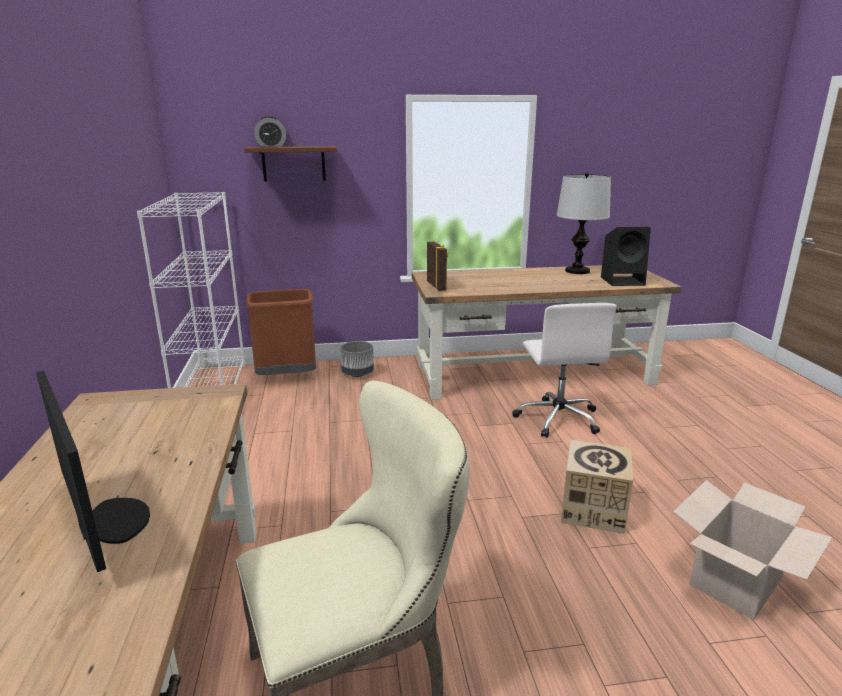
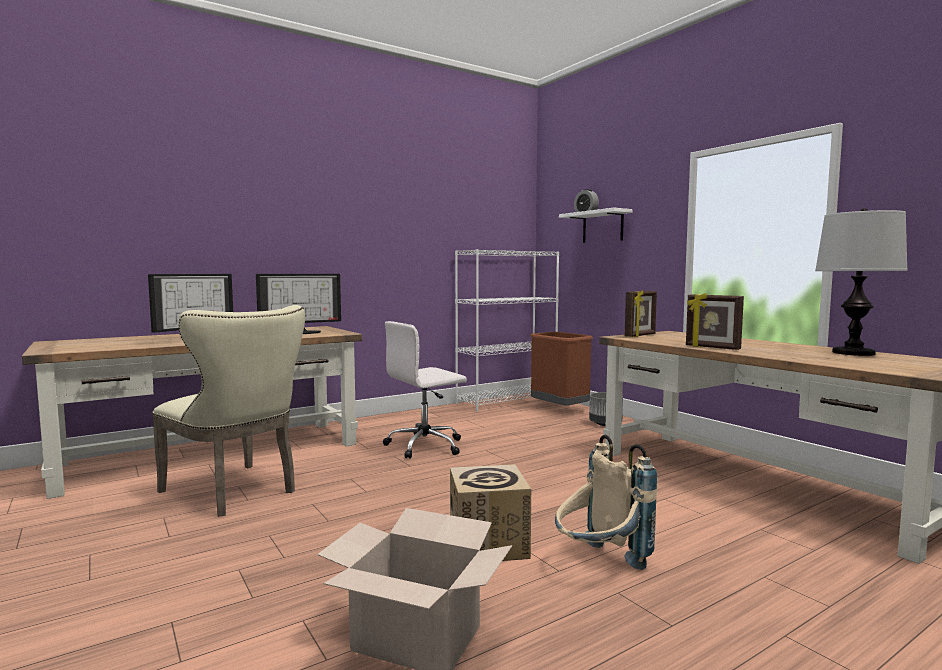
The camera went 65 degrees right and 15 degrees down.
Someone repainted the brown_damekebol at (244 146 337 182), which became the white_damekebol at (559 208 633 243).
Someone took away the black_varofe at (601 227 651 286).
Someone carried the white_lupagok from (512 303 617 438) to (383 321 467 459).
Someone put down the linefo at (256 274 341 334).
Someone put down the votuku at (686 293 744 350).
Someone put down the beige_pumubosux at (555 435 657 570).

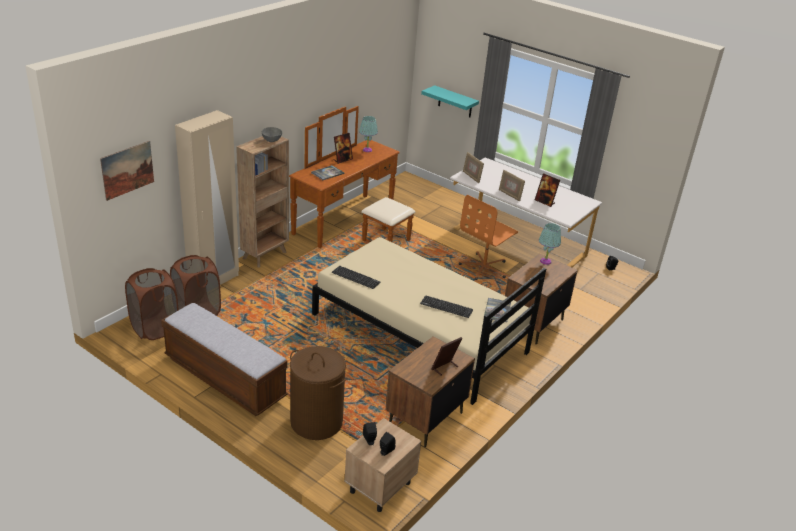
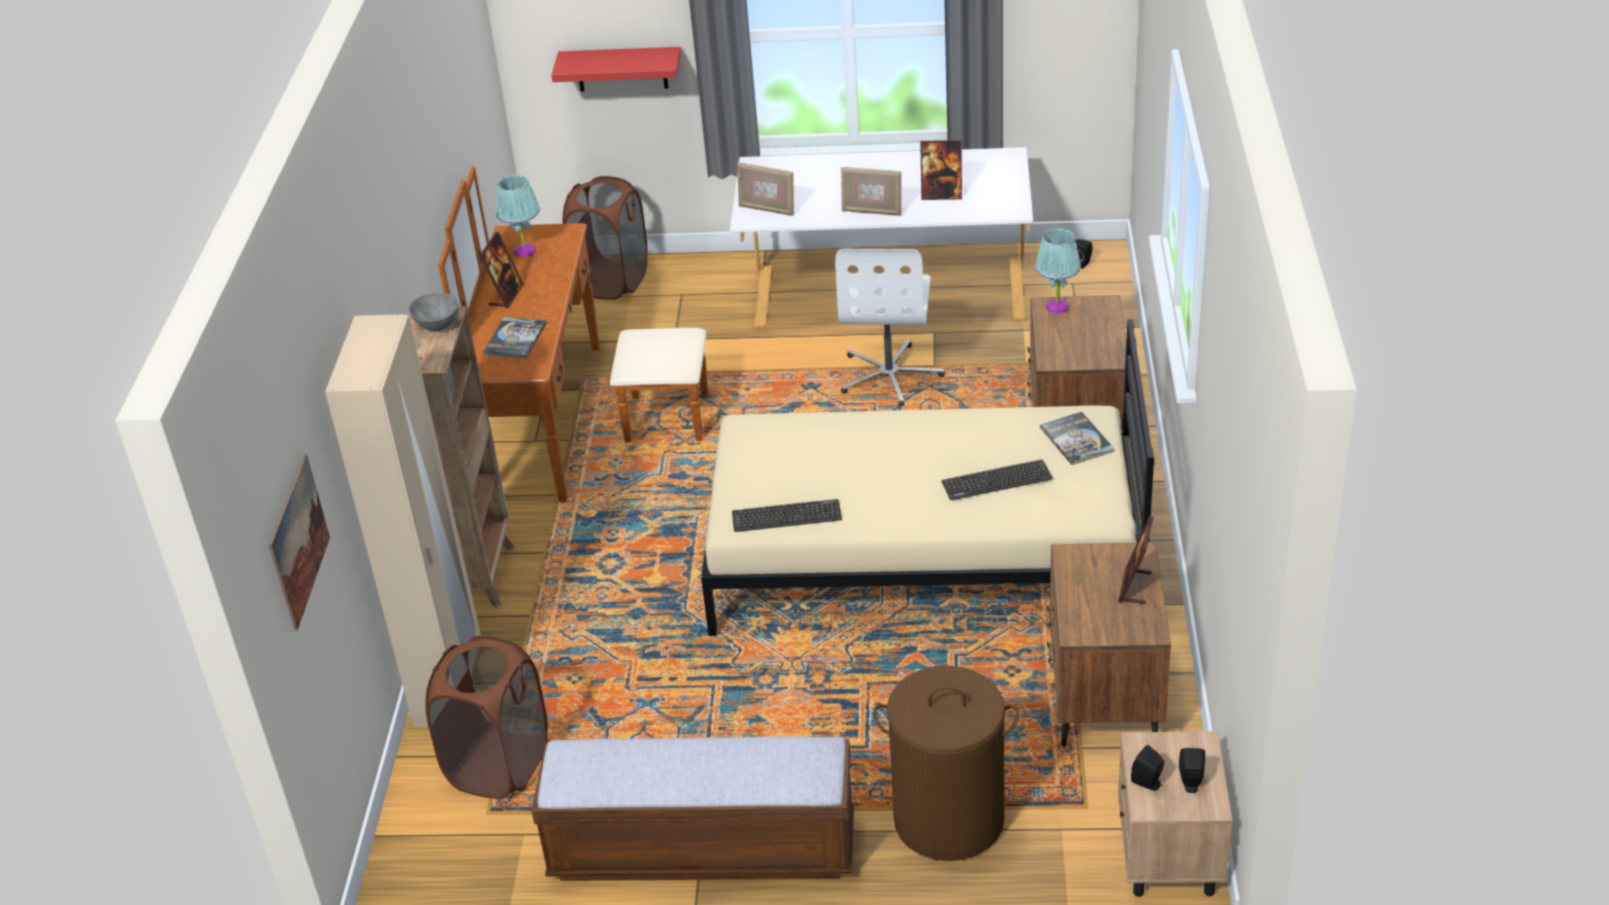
The camera went 30 degrees left and 5 degrees up.
Someone repainted the turquoise_damekebol at (421 85 479 117), which became the red_damekebol at (551 47 681 92).
Someone repainted the orange_lupagok at (459 195 518 280), which became the white_lupagok at (835 249 945 406).
Someone carried the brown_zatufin from (125 268 179 340) to (562 176 648 300).

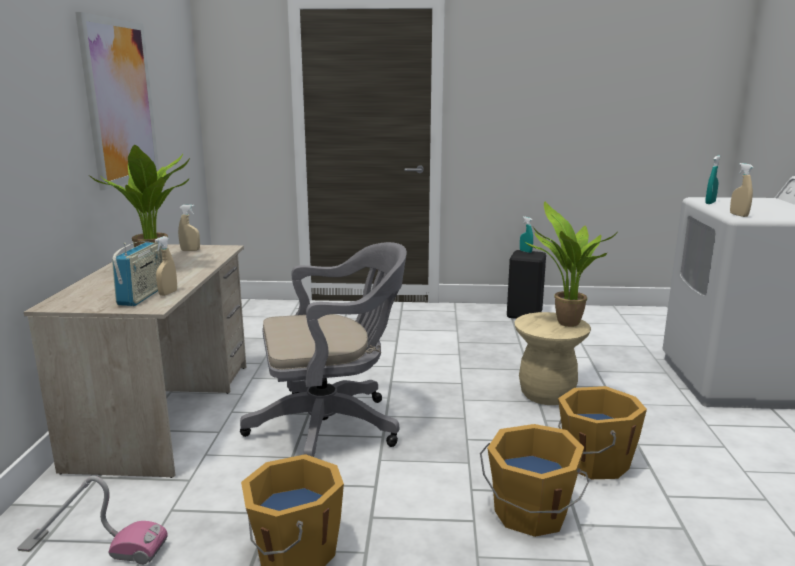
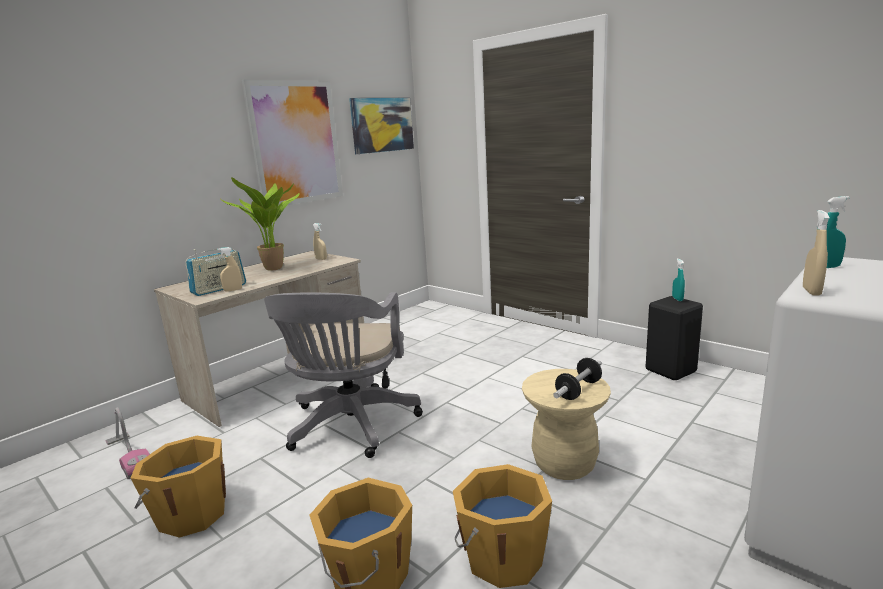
The camera went 40 degrees right and 0 degrees up.
Someone swapped the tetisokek at (523 202 618 327) for the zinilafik at (553 358 602 400).
Someone rotated the grey_lupagok at (240 242 407 457) by 75 degrees clockwise.
Someone put up the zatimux at (349 98 414 154).

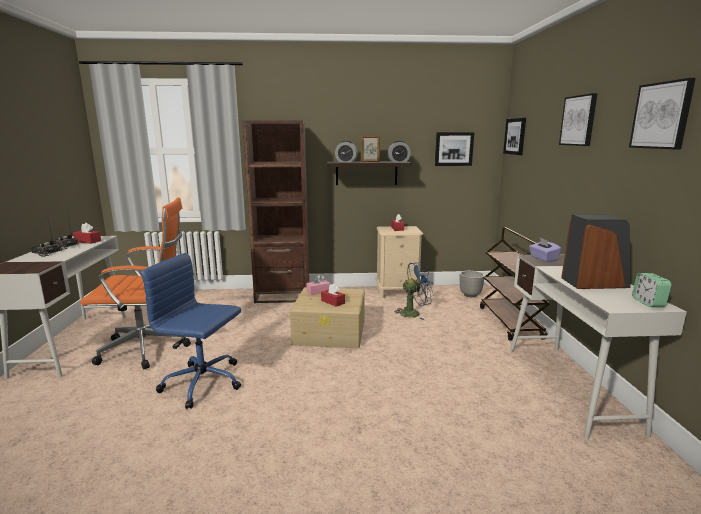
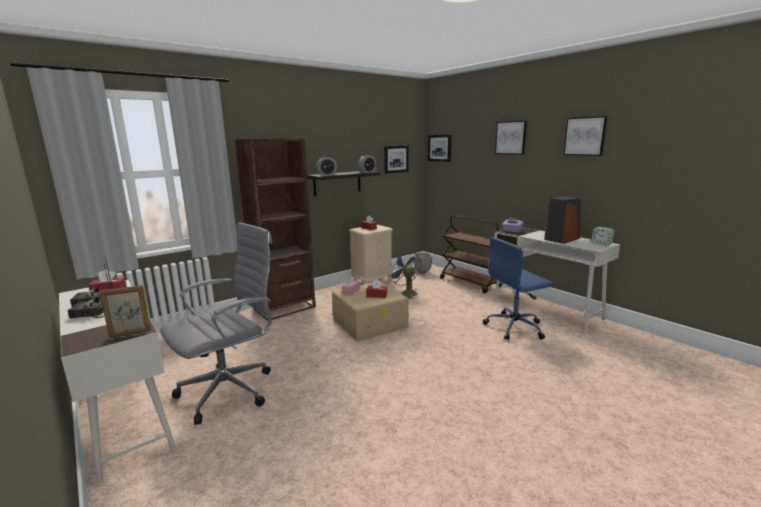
The camera went 35 degrees left and 0 degrees up.
Someone carried the votuku from (361 135 380 162) to (99 285 151 338).
Someone repainted the orange_lupagok at (80 197 191 369), which became the grey_lupagok at (160 222 273 425).
Someone carried the blue_lupagok from (141 253 241 409) to (483 237 554 340).
Someone rotated the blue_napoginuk at (393 262 434 320) by 75 degrees counterclockwise.

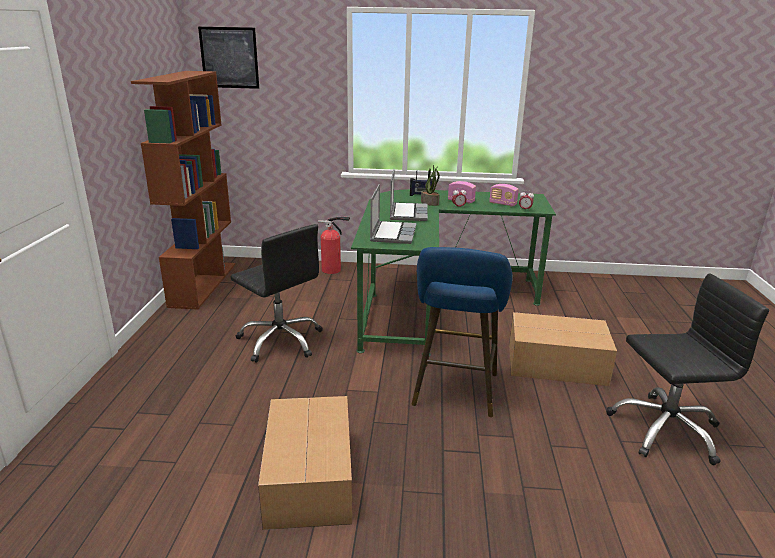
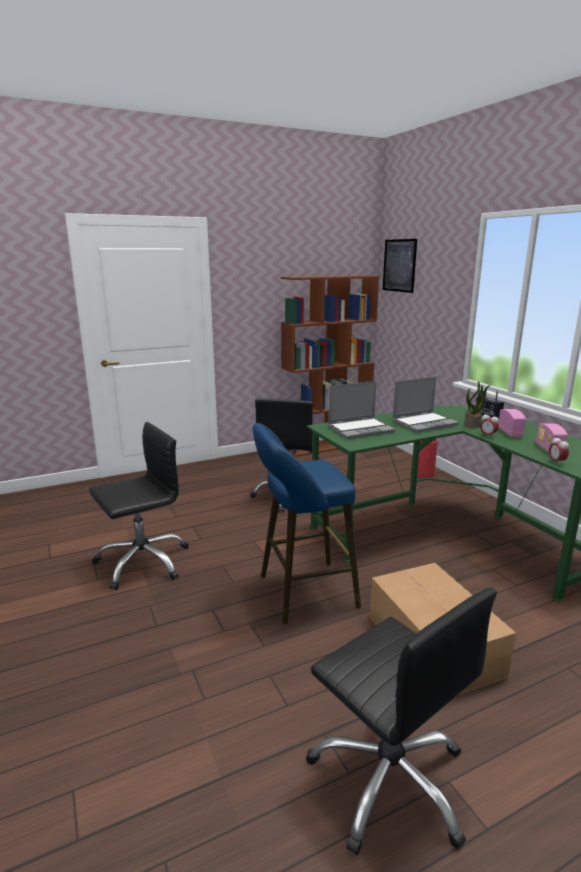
The camera went 60 degrees right and 5 degrees down.
Someone swapped the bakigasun at (258 396 352 530) for the black_lupagok at (89 422 189 590).

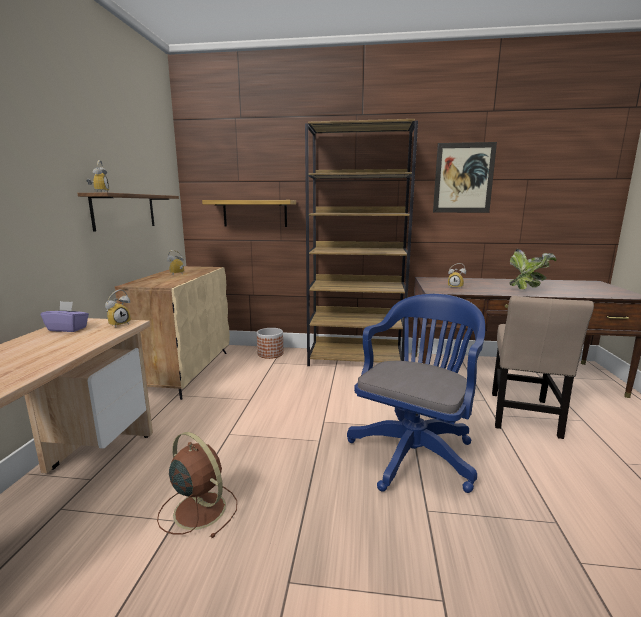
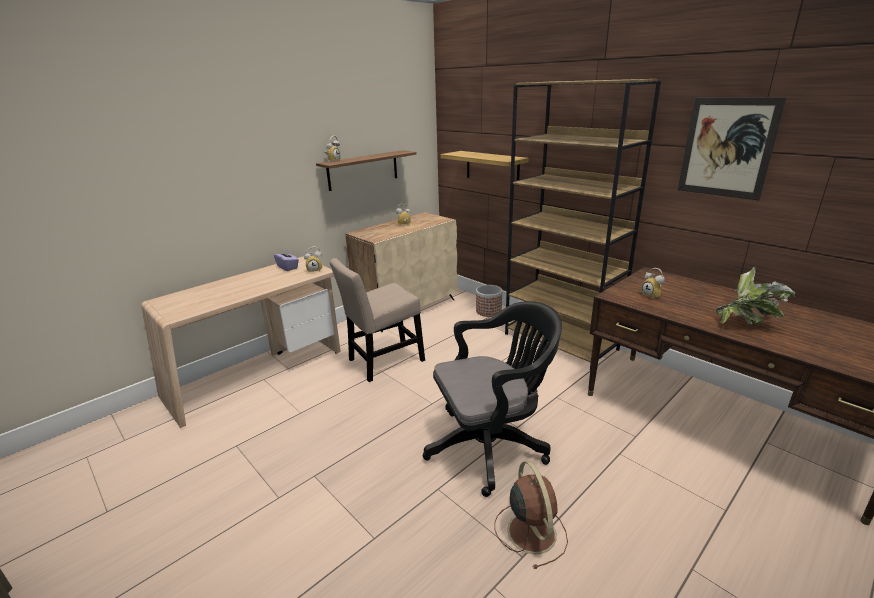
The camera went 40 degrees right and 10 degrees up.
Someone repainted the blue_lupagok at (347 294 485 493), which became the black_lupagok at (423 301 562 497).
Someone carried the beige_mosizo from (492 296 594 439) to (330 258 425 382).
Someone carried the brown_napoginuk from (157 432 237 538) to (494 461 568 569).

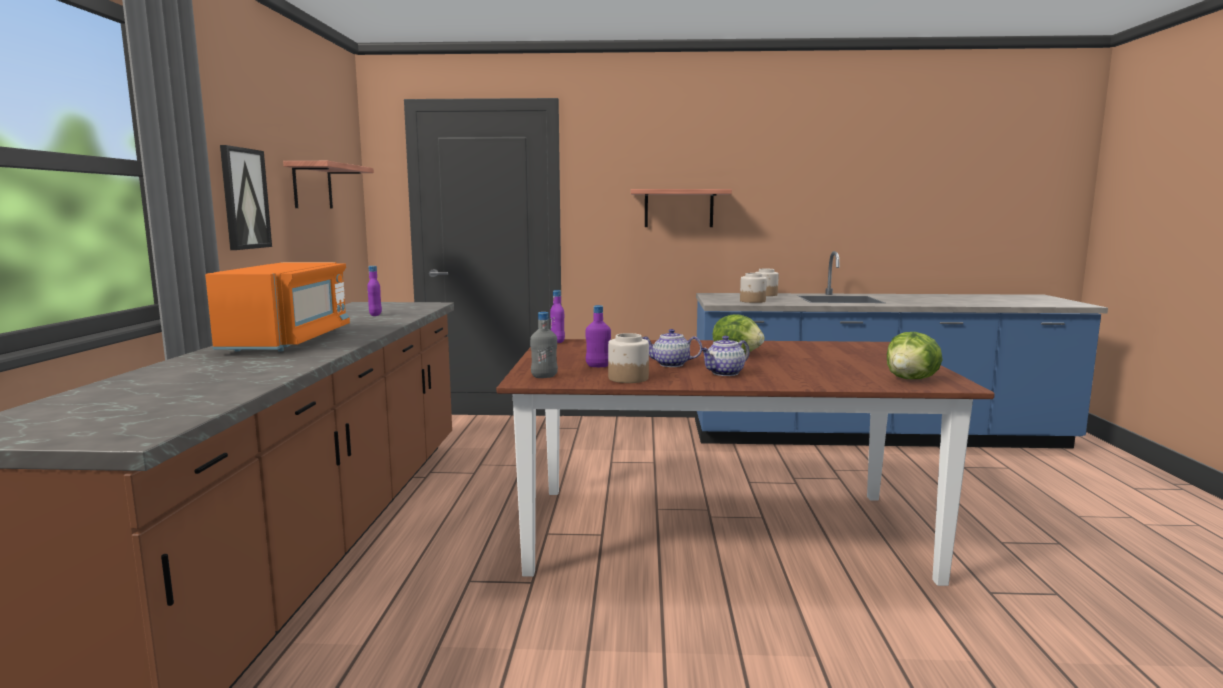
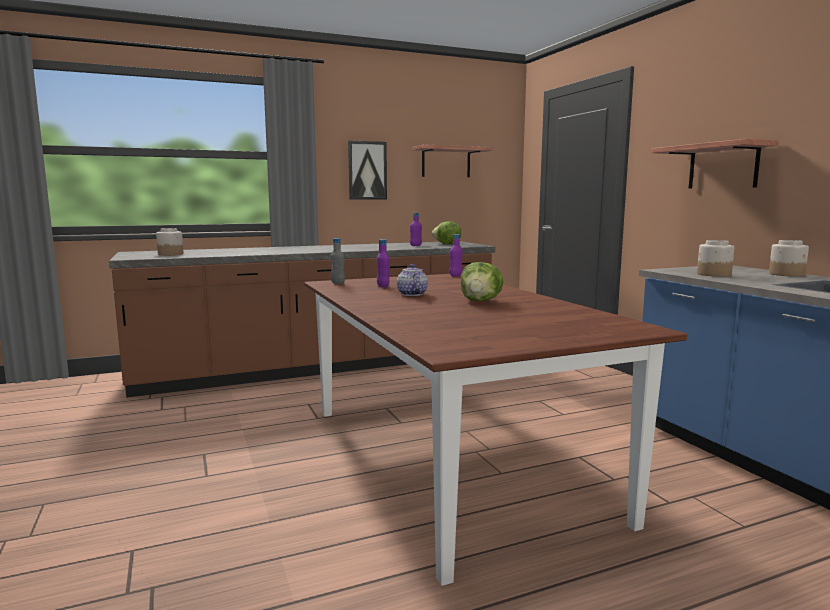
The camera went 65 degrees right and 0 degrees up.
Someone took away the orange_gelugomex at (205 262 350 352).
Someone carried the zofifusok from (887 332 943 379) to (432 221 461 244).
Someone carried the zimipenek from (608 333 649 383) to (156 228 184 256).
Someone took away the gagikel at (701 336 750 376).

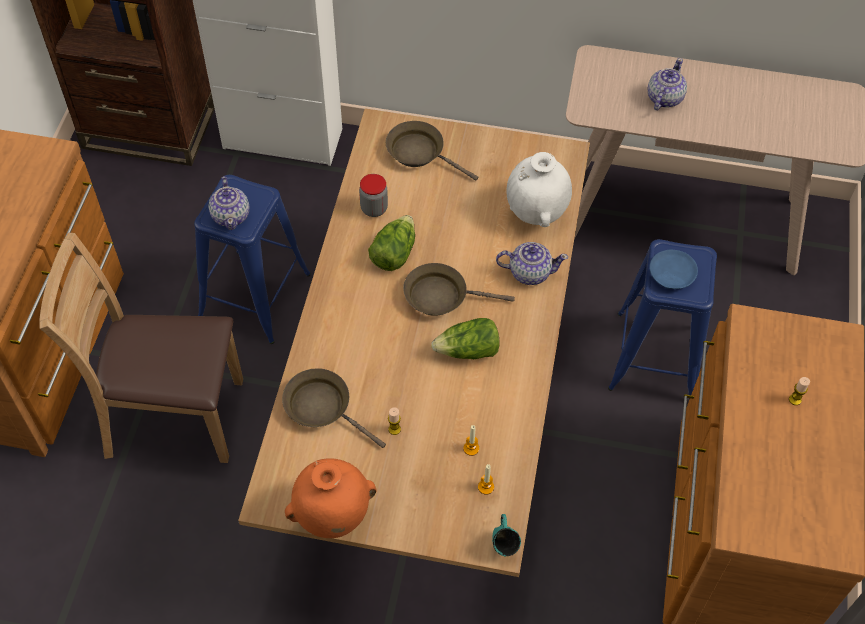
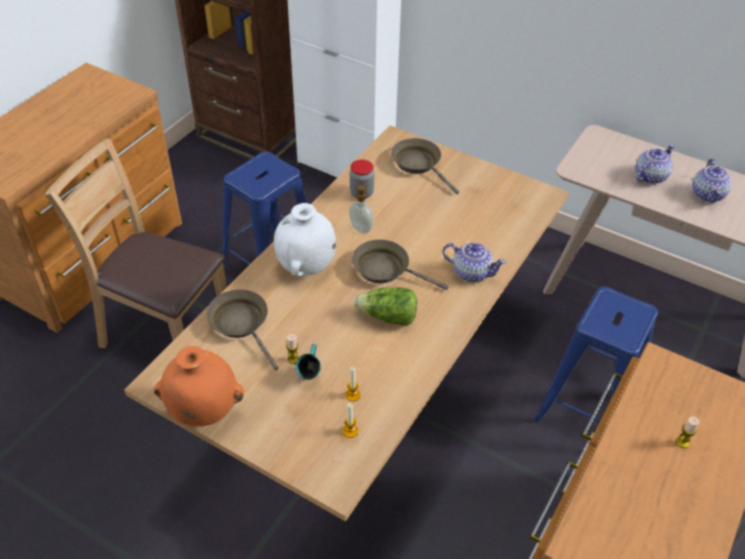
The camera went 20 degrees right and 10 degrees down.
Someone carried the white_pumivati from (506 152 572 227) to (274 203 336 276).
Someone carried the gagikel from (209 176 249 230) to (692 159 731 203).
Someone swapped the zofifusok at (368 215 415 271) for the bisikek at (349 185 374 234).
Someone took away the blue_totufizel at (650 250 698 289).
Someone carried the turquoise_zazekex from (492 514 521 556) to (295 344 321 380).

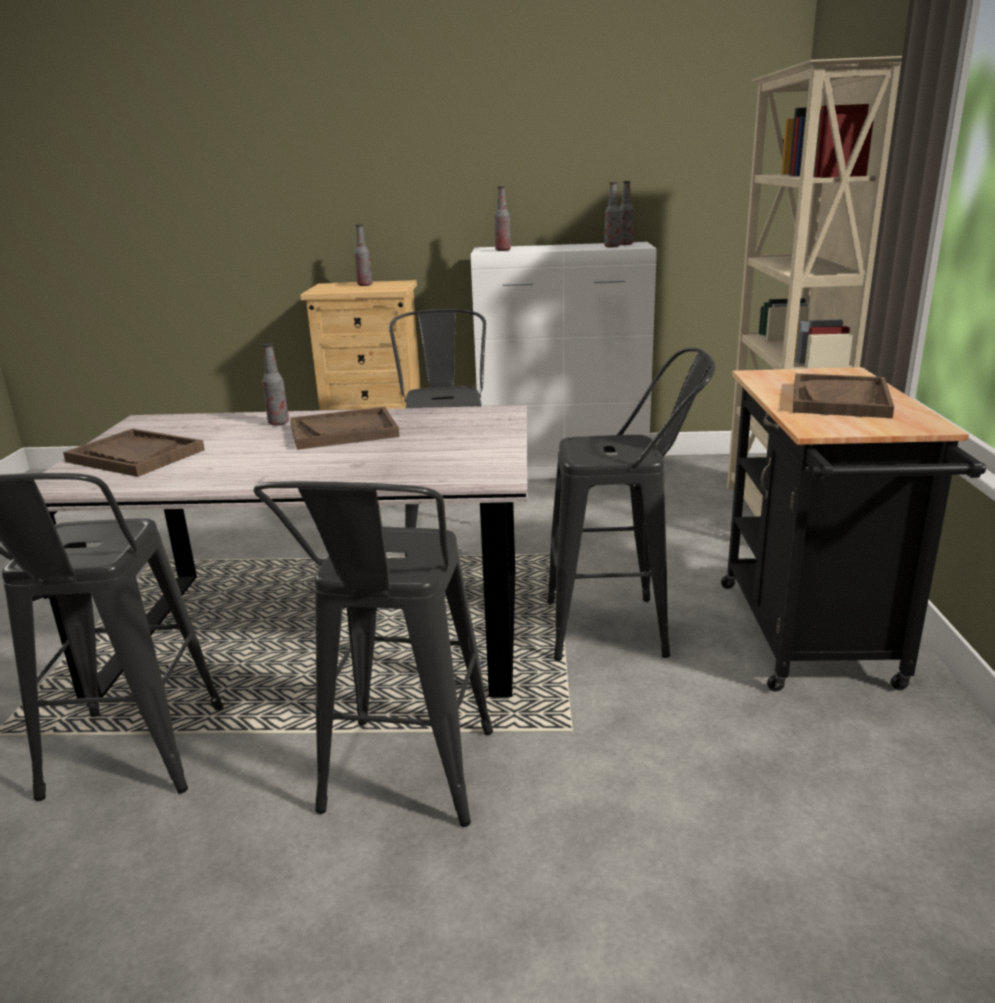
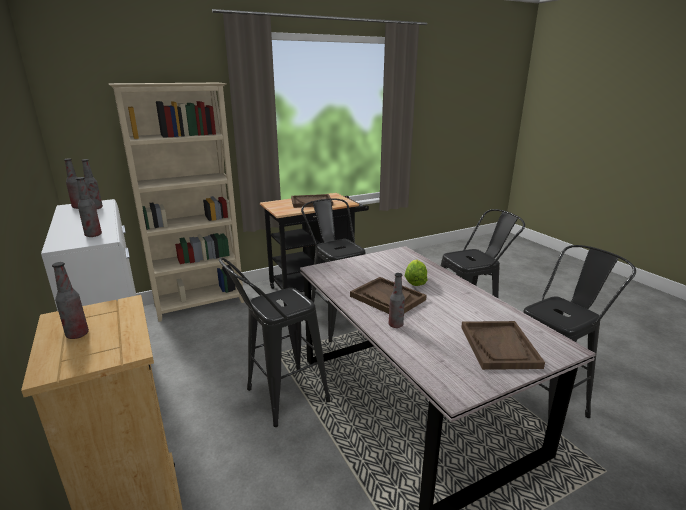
The camera went 120 degrees left and 0 degrees up.
Someone put down the zofifusok at (405 260 427 286).

